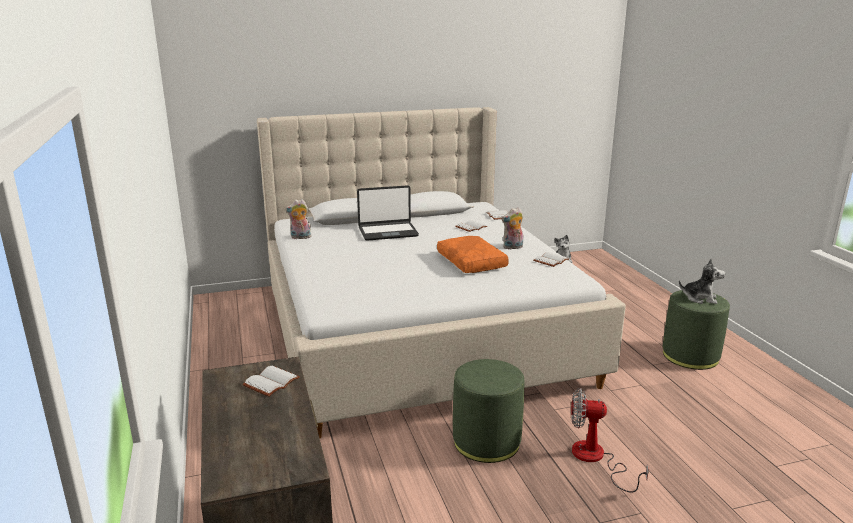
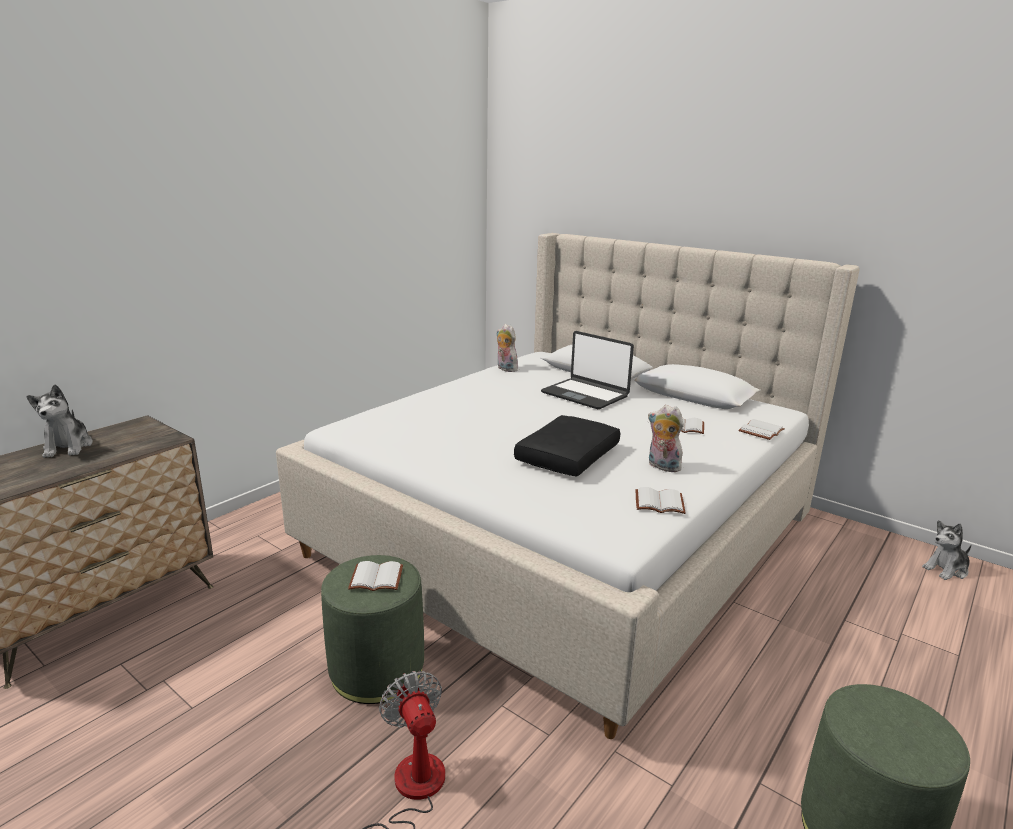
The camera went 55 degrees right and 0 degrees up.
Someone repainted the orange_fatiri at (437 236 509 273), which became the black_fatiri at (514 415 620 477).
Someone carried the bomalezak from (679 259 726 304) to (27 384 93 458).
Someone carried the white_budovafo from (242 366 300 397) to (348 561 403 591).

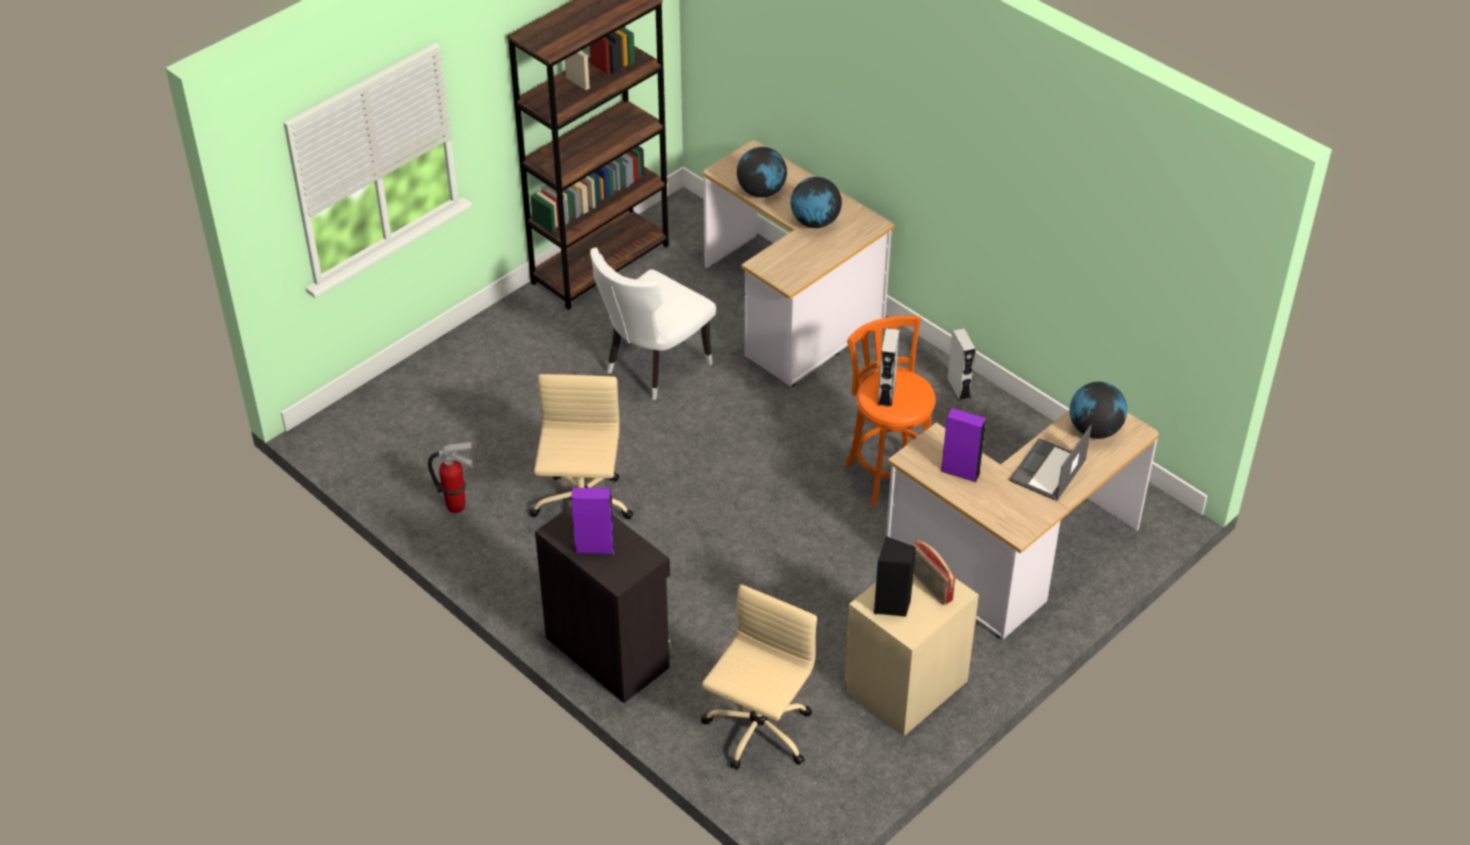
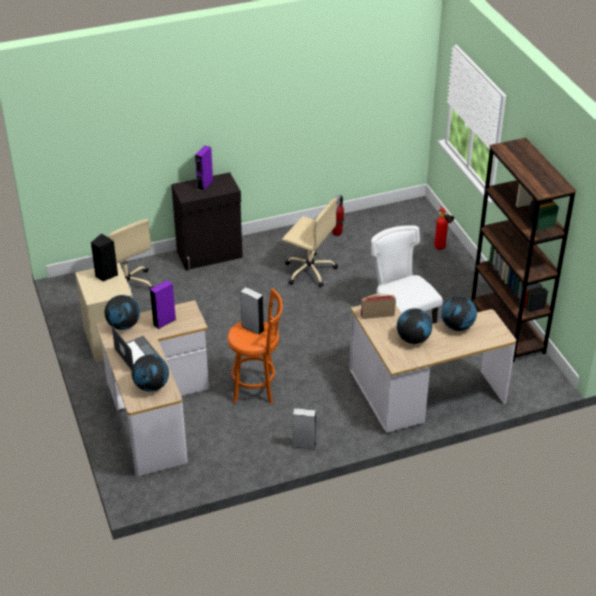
The camera went 115 degrees right and 5 degrees down.
Someone carried the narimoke from (911 540 955 605) to (361 294 396 319).
Someone put down the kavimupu at (434 206 454 250).
Someone put down the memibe at (104 295 140 330).

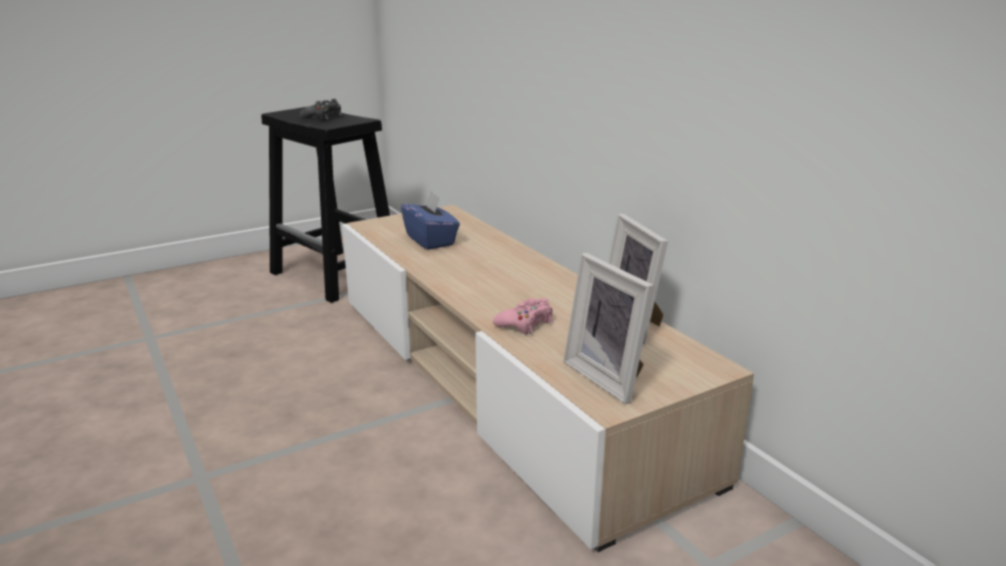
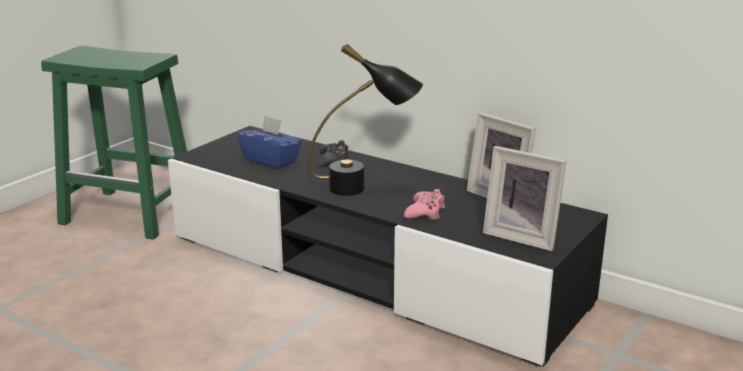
The camera went 25 degrees left and 0 degrees up.
Someone carried the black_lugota from (300 99 342 121) to (317 140 349 167).
Someone repainted the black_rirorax at (261 107 390 303), which became the green_rirorax at (41 46 187 240).
Someone repainted the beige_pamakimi at (342 205 754 552), which became the black_pamakimi at (168 126 608 367).
Someone put down the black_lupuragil at (308 43 423 196).

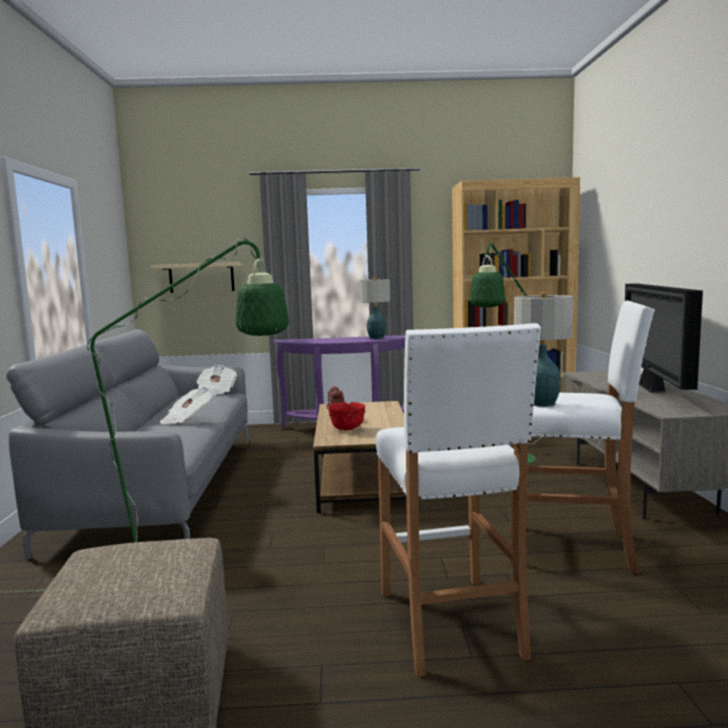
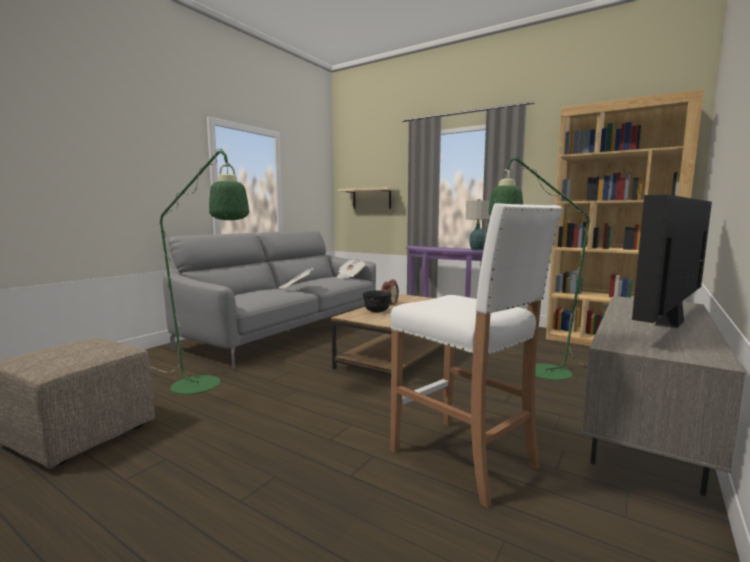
The camera went 35 degrees right and 0 degrees up.
Someone took away the lupuragil at (514 292 573 407).
Someone took away the white_rirorax at (376 323 541 677).
Someone repainted the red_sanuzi at (328 402 366 431), which became the black_sanuzi at (363 290 392 313).

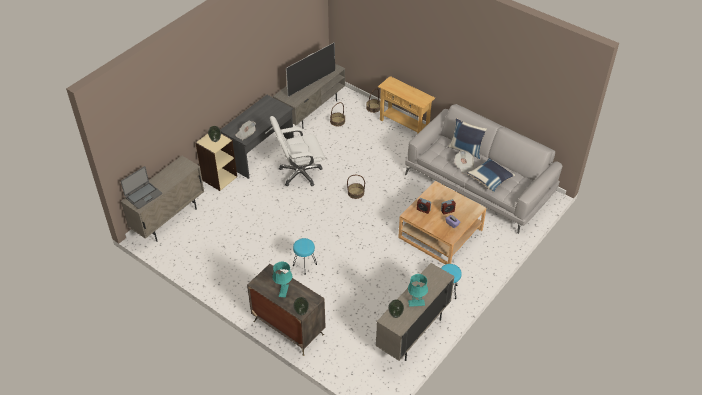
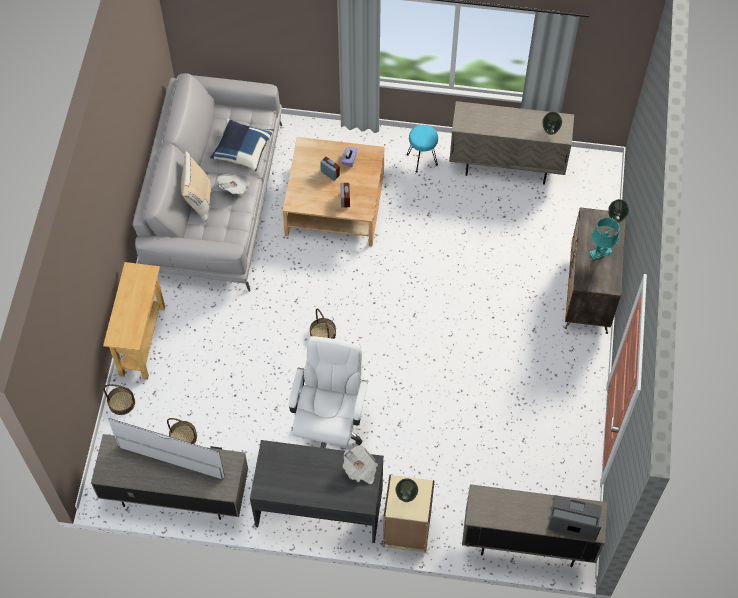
The camera went 120 degrees left and 15 degrees up.
Someone rotated the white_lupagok at (270 116 325 186) by 120 degrees counterclockwise.
Someone repainted the blue_fatiri at (448 118 487 159), which became the beige_fatiri at (181 151 211 222).
Someone took away the turquoise_rirorax at (293 238 317 275).
Someone took away the turquoise_lupuragil at (408 274 428 307).

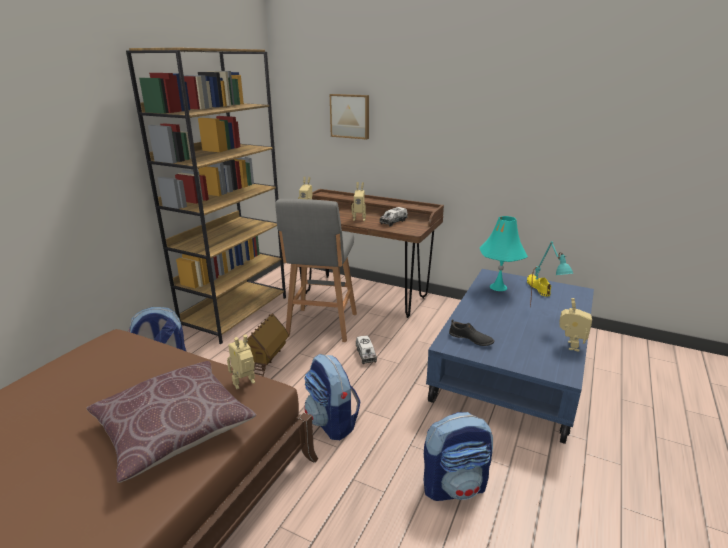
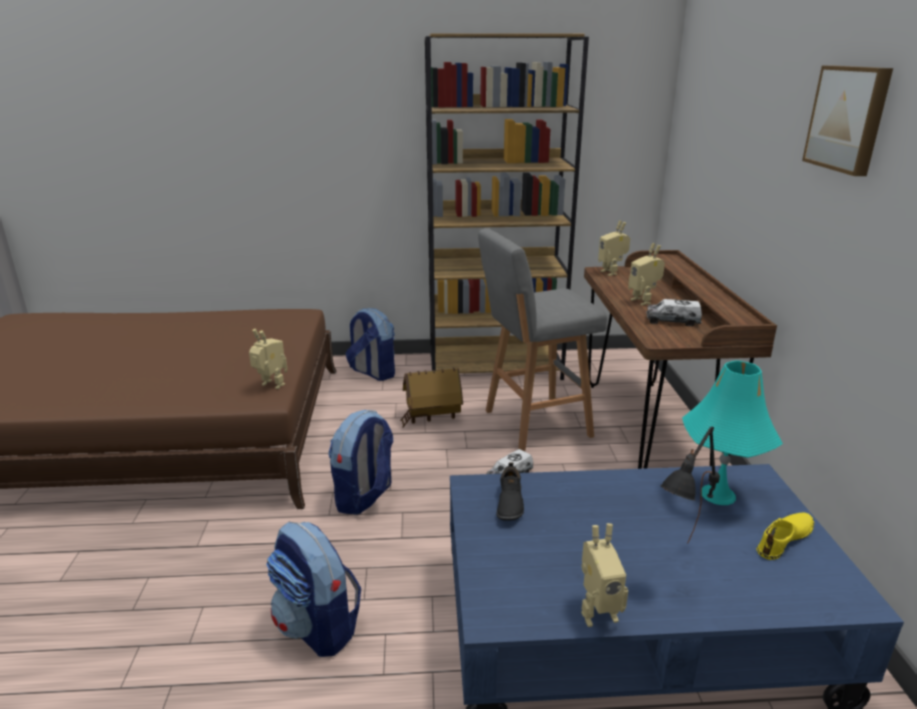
The camera went 60 degrees right and 0 degrees up.
Someone carried the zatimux from (330 94 369 140) to (802 66 893 176).
Someone repainted the turquoise_lupuragil at (530 241 573 308), which became the black_lupuragil at (660 426 720 544).
Someone took away the brown_fatiri at (86 361 256 483).

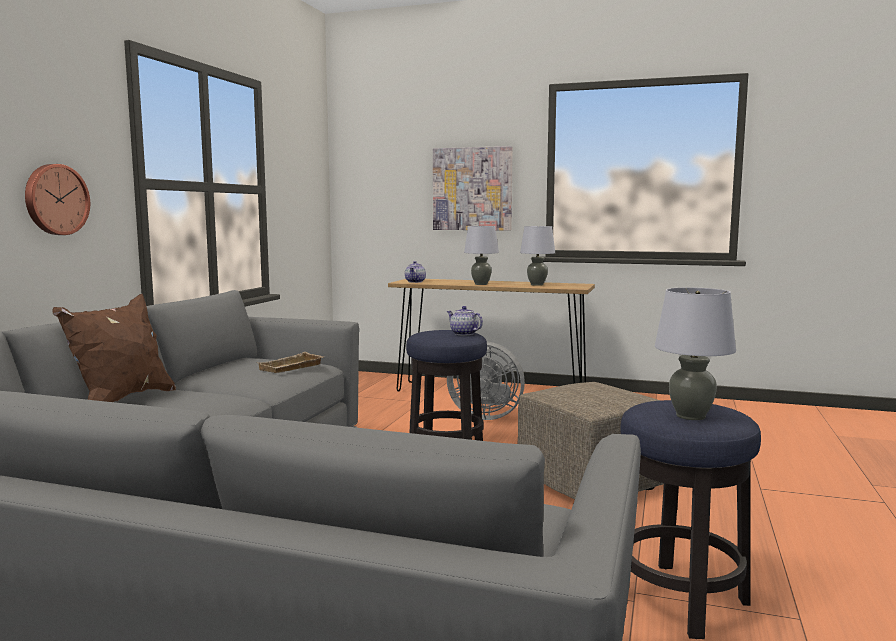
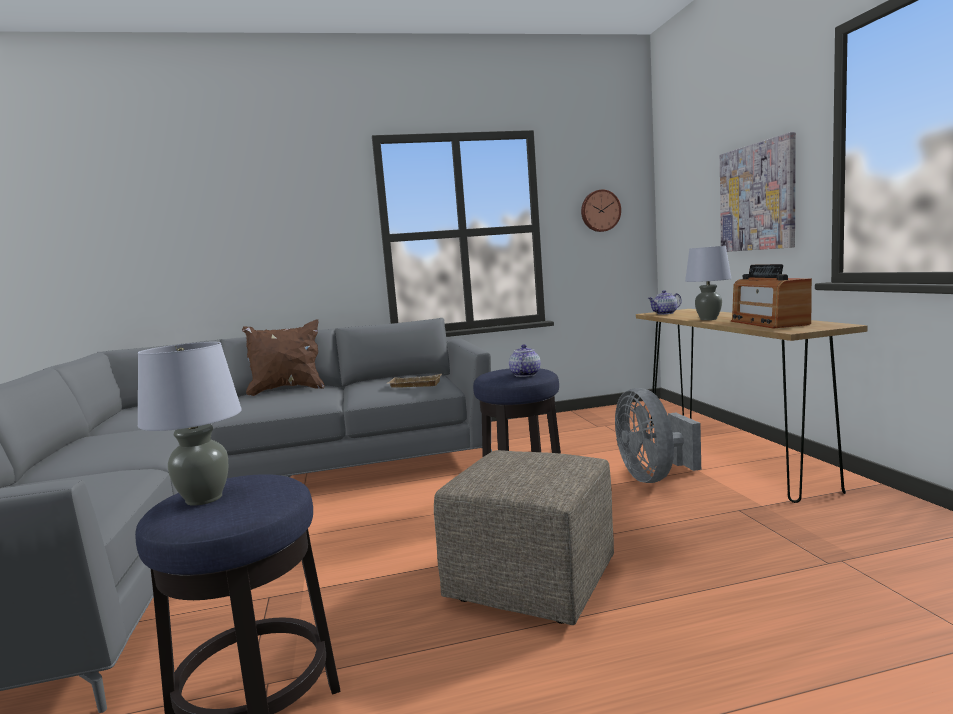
The camera went 60 degrees right and 0 degrees up.
Someone carried the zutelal from (25 164 90 235) to (581 189 621 232).
Someone swapped the grey_lupuragil at (520 226 555 286) for the narimoke at (731 264 812 329).

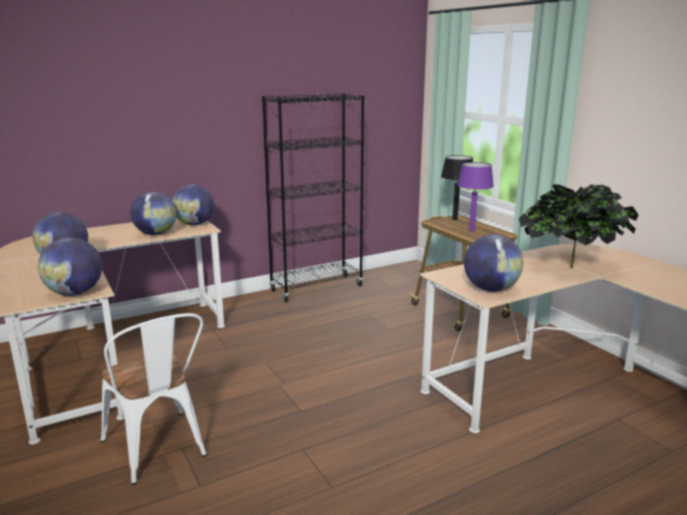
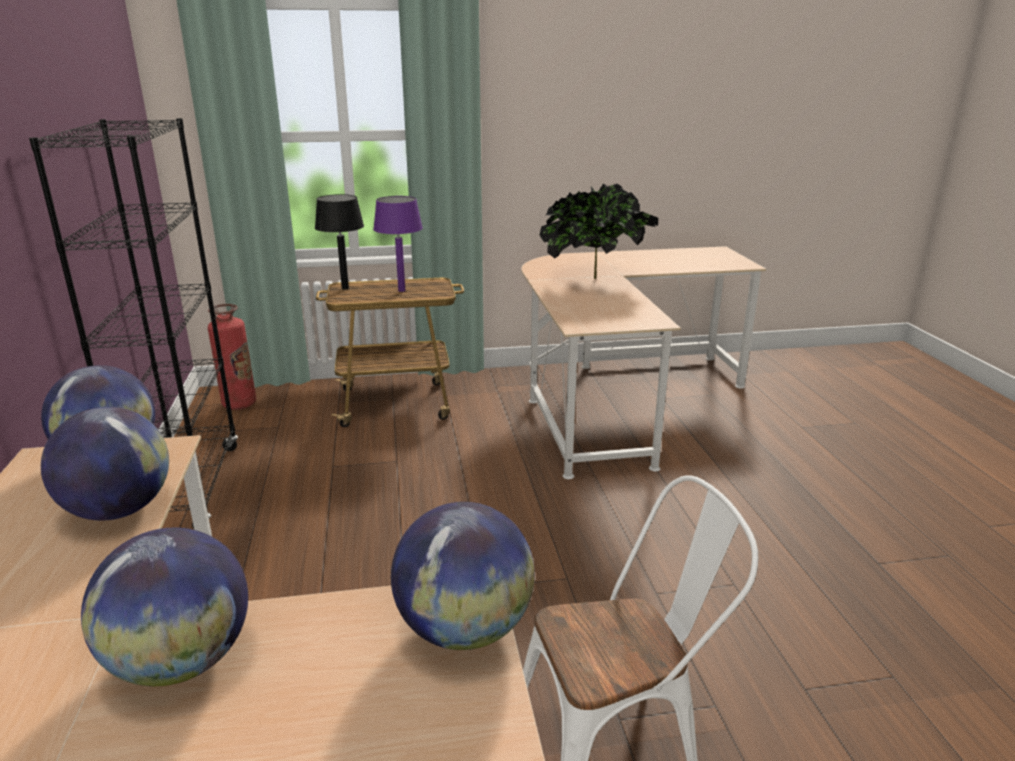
The camera went 70 degrees left and 5 degrees up.
Someone took away the memibe at (464 234 523 292).
Someone put down the kavimupu at (208 304 256 410).

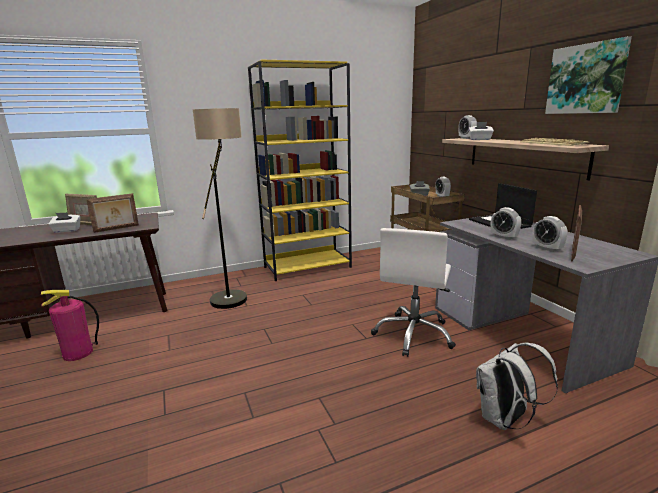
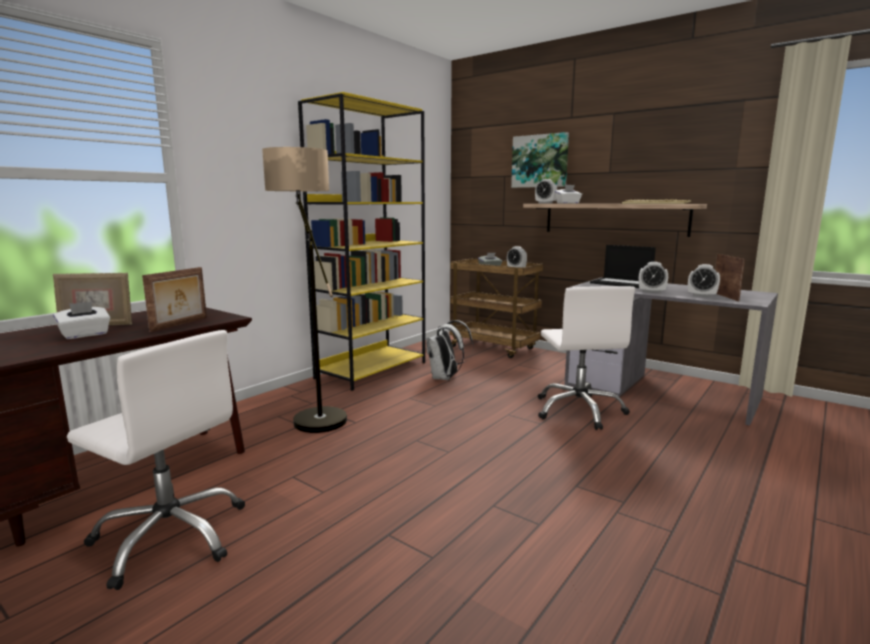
The camera went 30 degrees left and 5 degrees down.
Someone carried the zatimux from (545 36 632 114) to (511 132 569 188).
Someone swapped the kavimupu at (41 290 99 361) for the white_lupagok at (67 330 245 590).
Someone carried the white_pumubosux from (476 343 558 430) to (426 320 473 380).

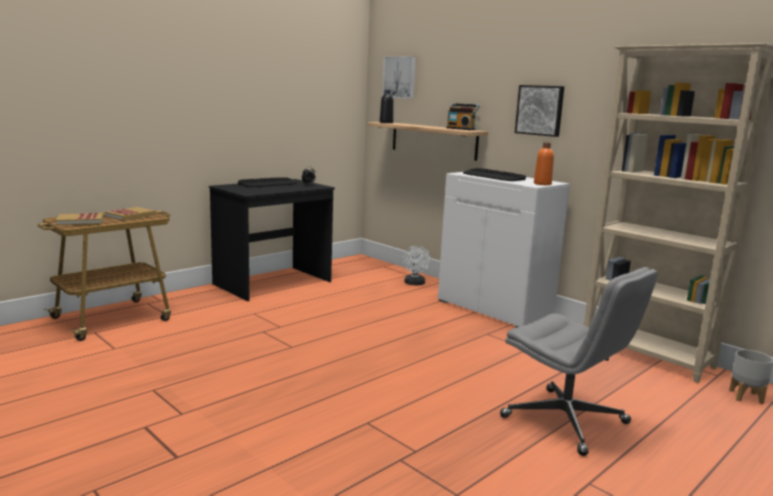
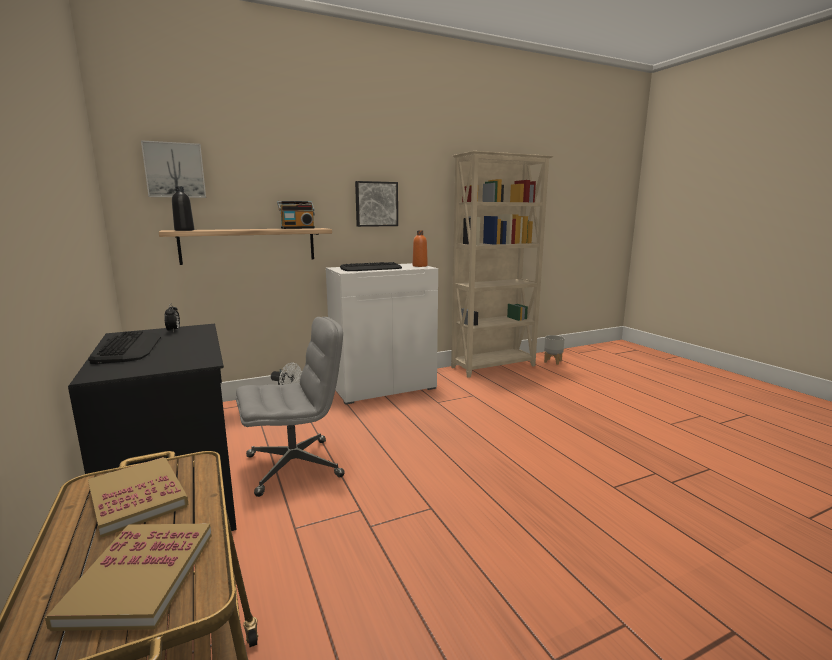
The camera went 70 degrees left and 0 degrees up.
Someone carried the grey_lupagok from (500 267 658 456) to (236 317 345 497).

